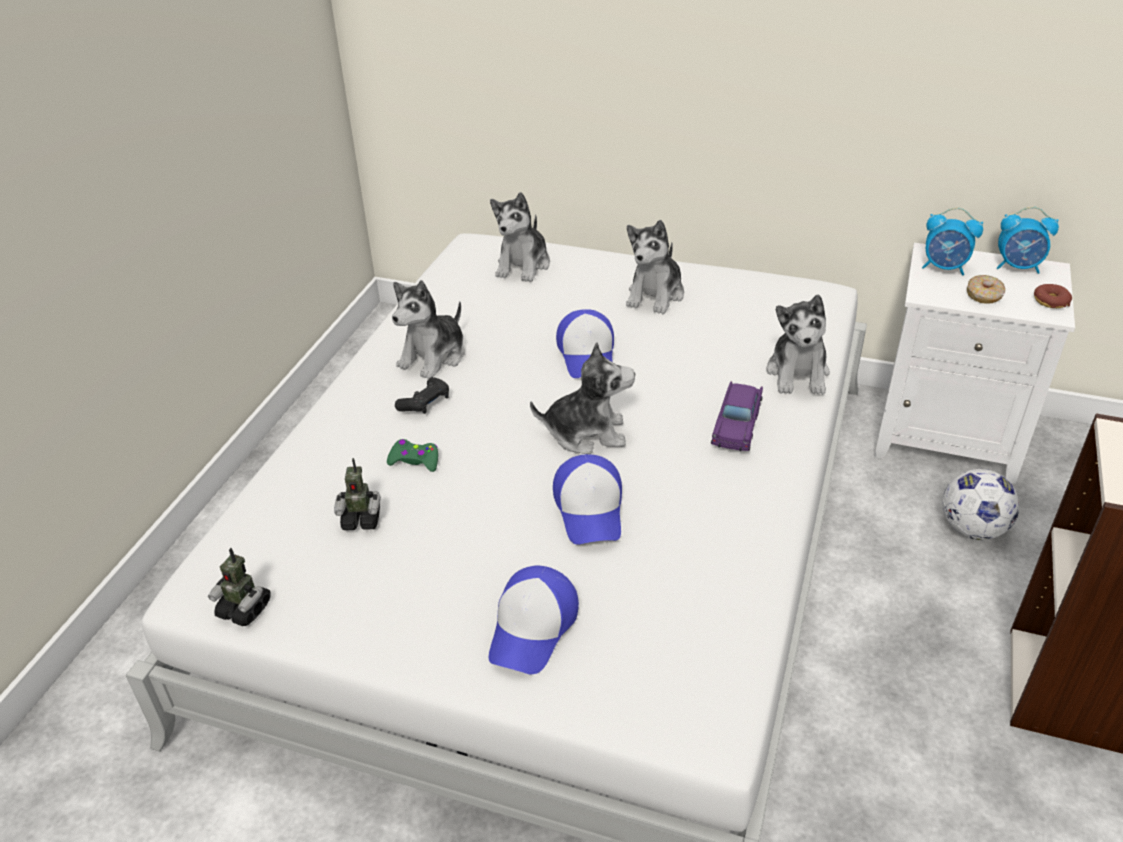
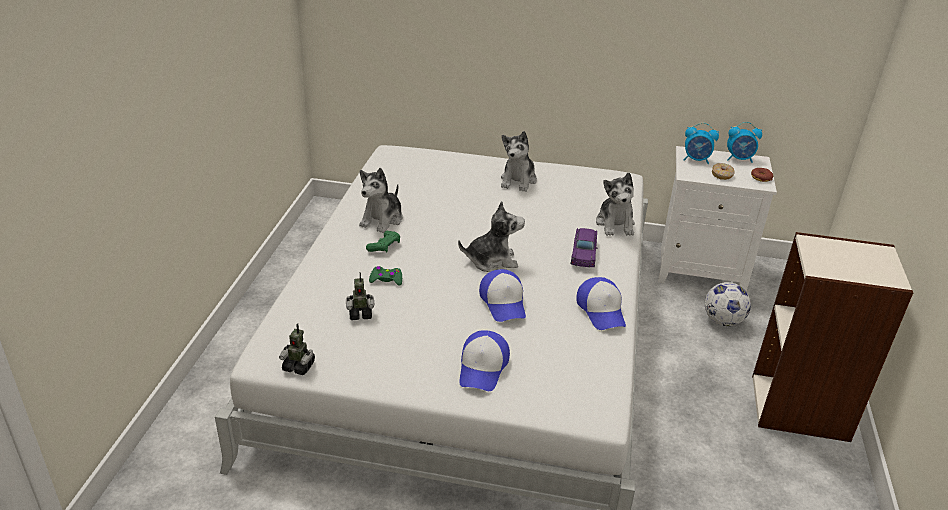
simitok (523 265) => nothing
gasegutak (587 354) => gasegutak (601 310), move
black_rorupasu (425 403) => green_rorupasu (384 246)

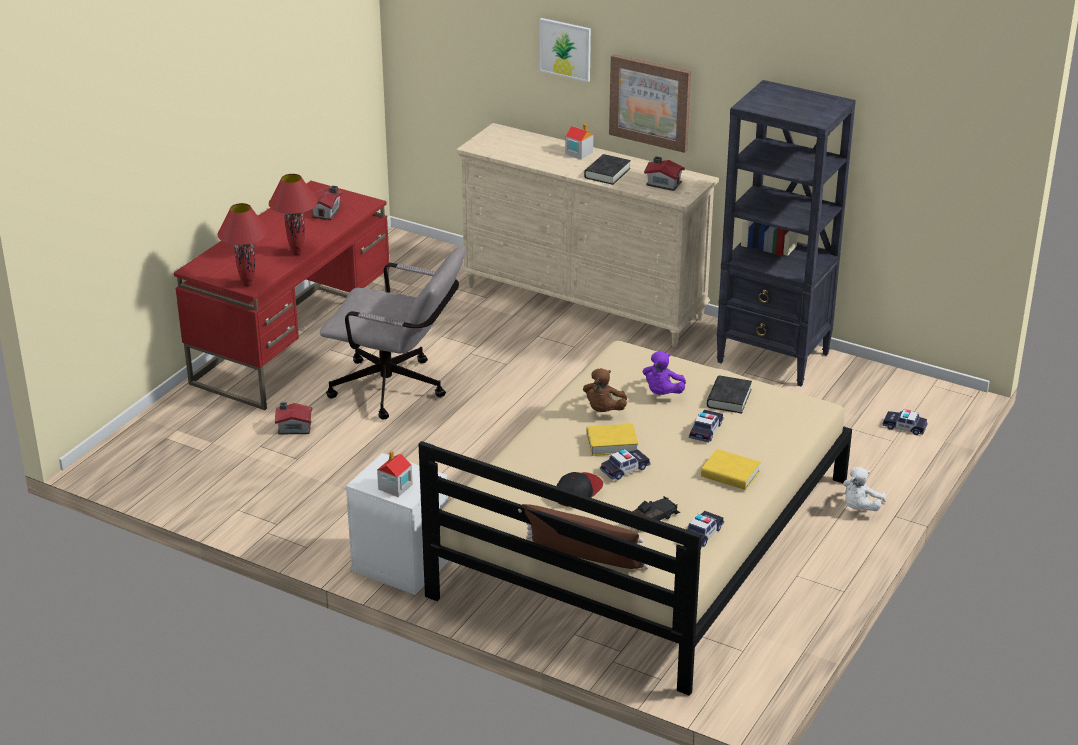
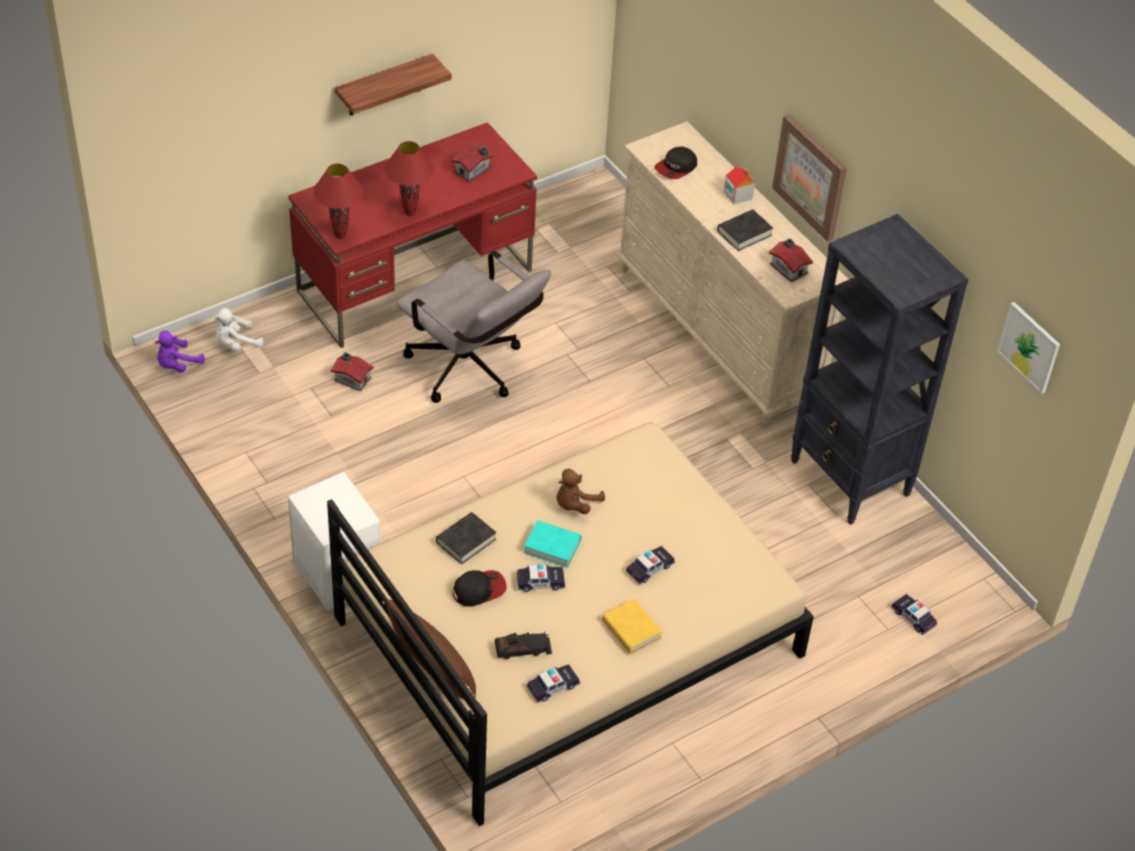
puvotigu (565 49) => puvotigu (1029 347), move
purple_simitok (662 393) => purple_simitok (177 365), move
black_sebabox (729 398) => black_sebabox (466 541), move
yellow_sebabox (612 443) => turquoise_sebabox (552 546)
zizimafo (395 487) => nothing
white_simitok (860 508) => white_simitok (236 344), move
nothing => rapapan (384 86)
nothing => gasegutak (676 168)

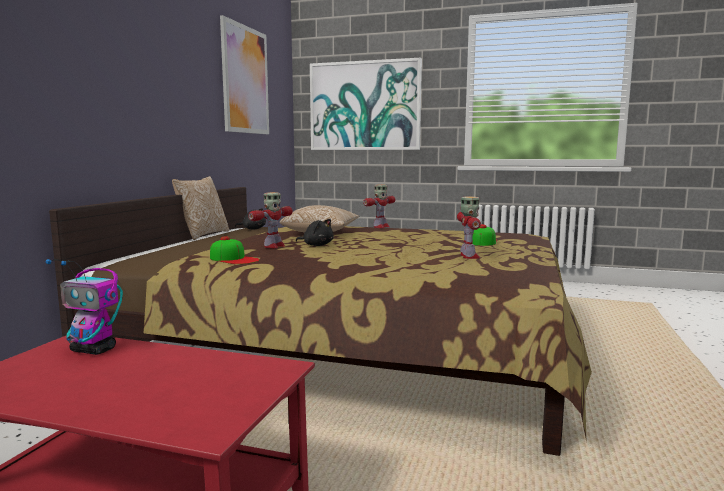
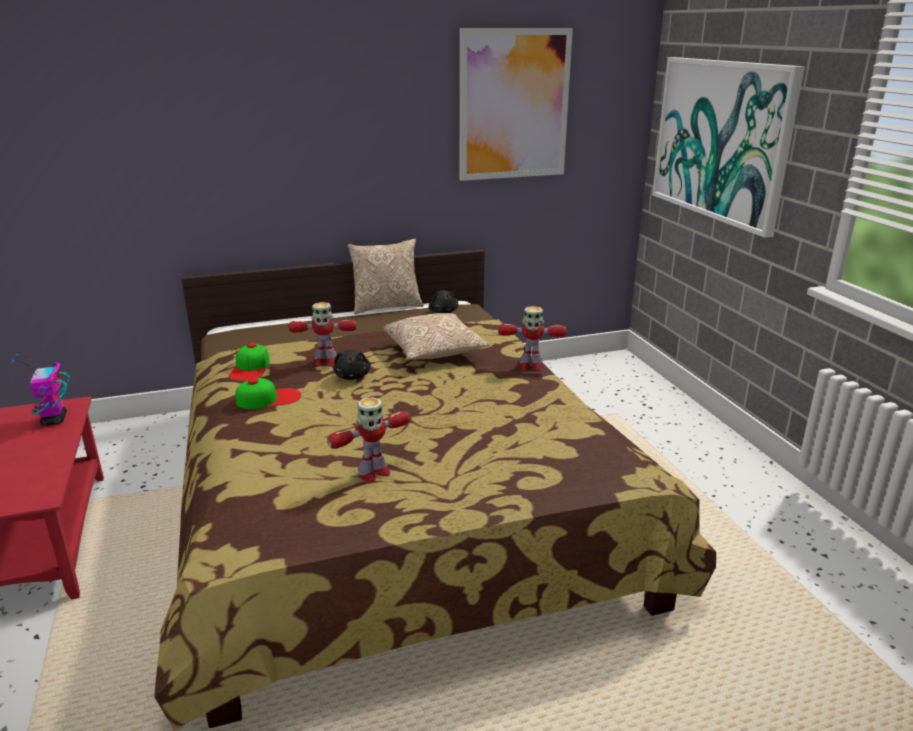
gasegutak (482 241) => gasegutak (269 398), move

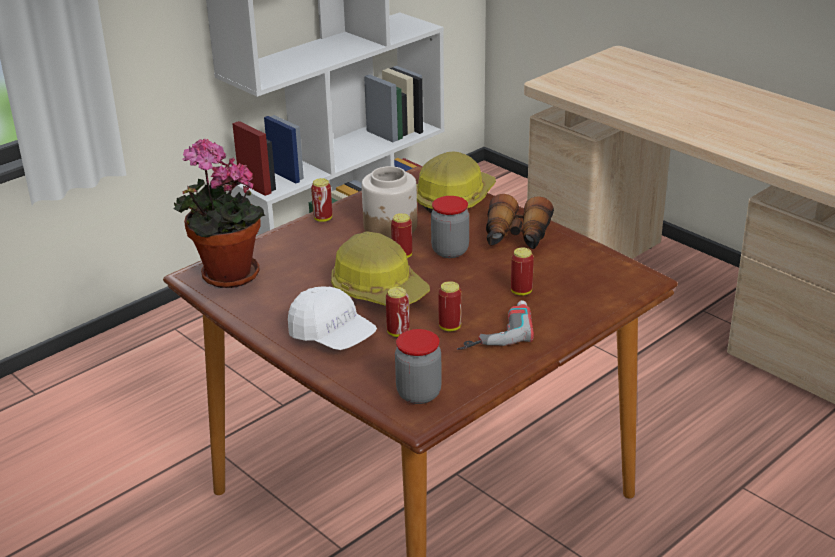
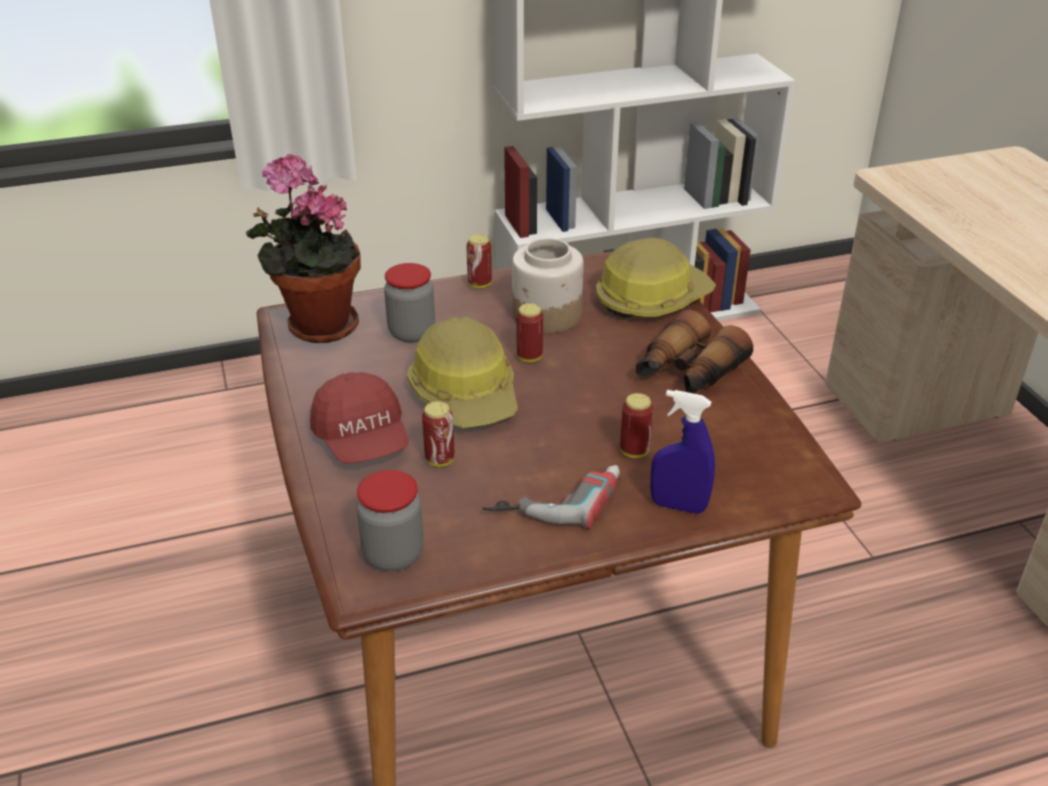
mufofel (450 251) => mufofel (412 333), move
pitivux (450 327) => nothing
white_gasegutak (332 336) => red_gasegutak (362 440)
nothing => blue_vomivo (678 506)

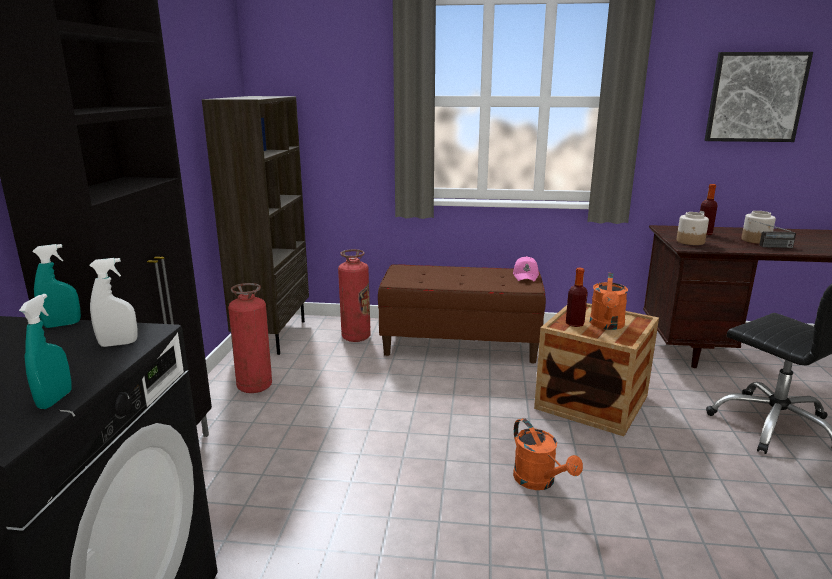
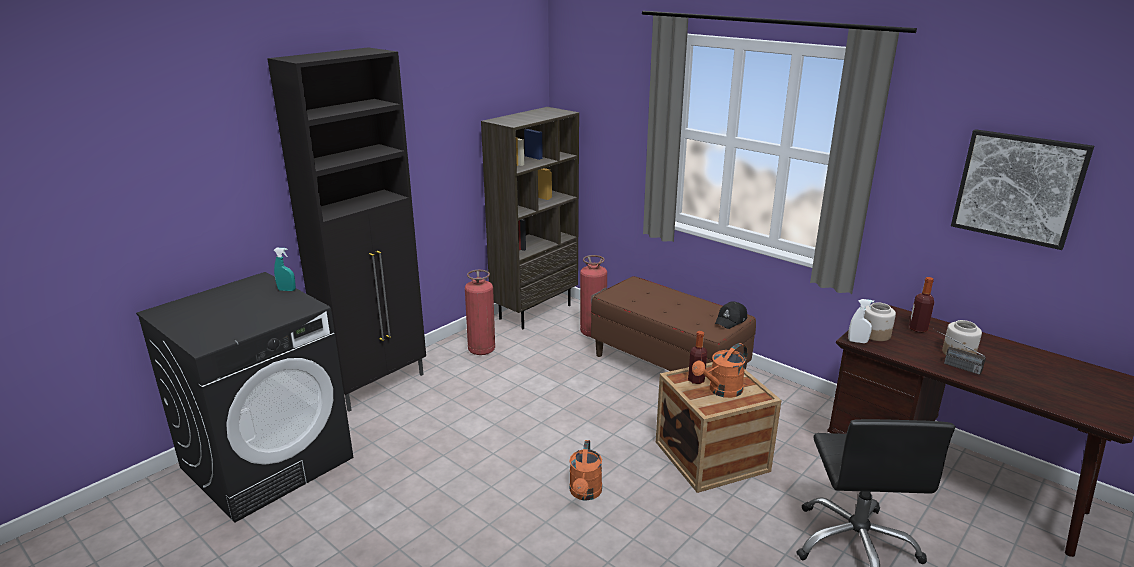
pink_gasegutak (526 275) => black_gasegutak (731 320)
white_vomivo (118 344) => white_vomivo (857 341), move
turquoise_vomivo (55 400) => nothing

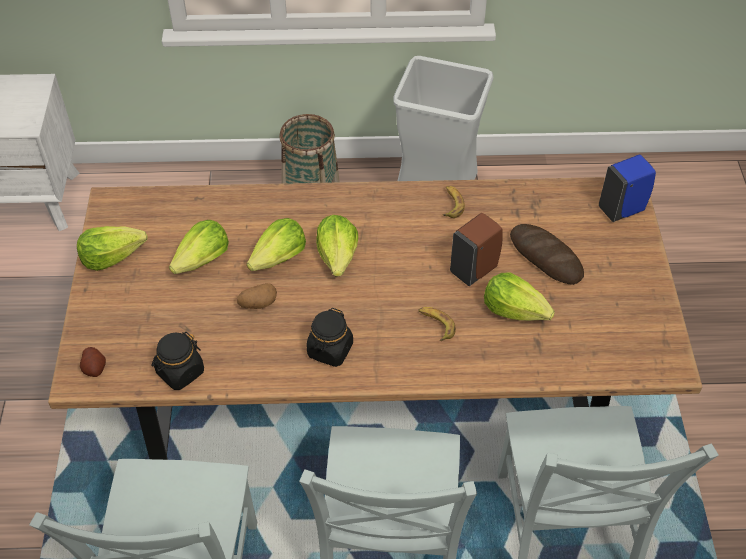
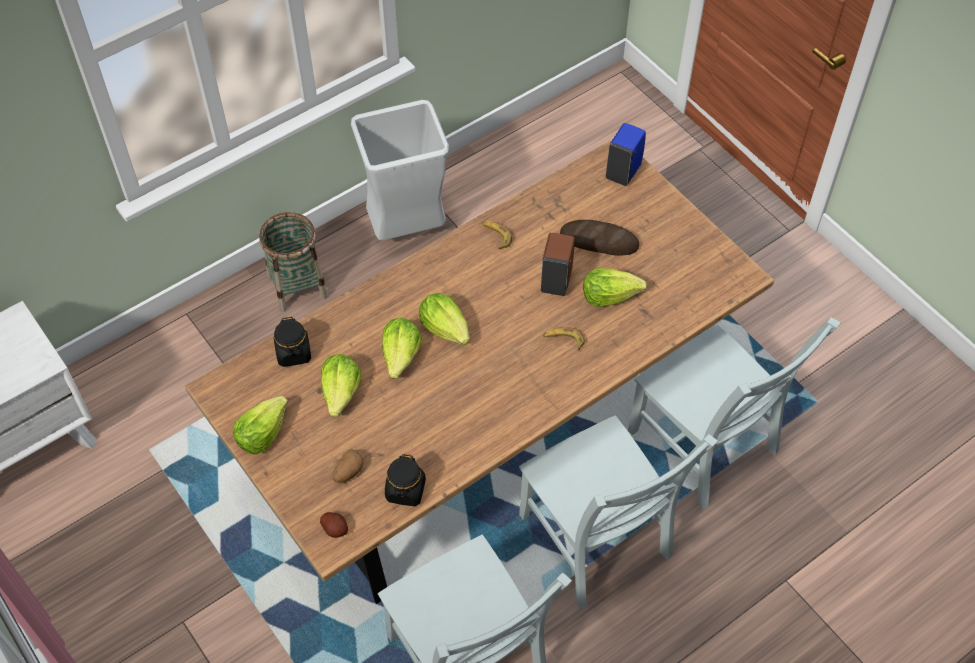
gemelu (258 304) => gemelu (348 472), move
black_mufofel (330 350) => black_mufofel (294 353), move

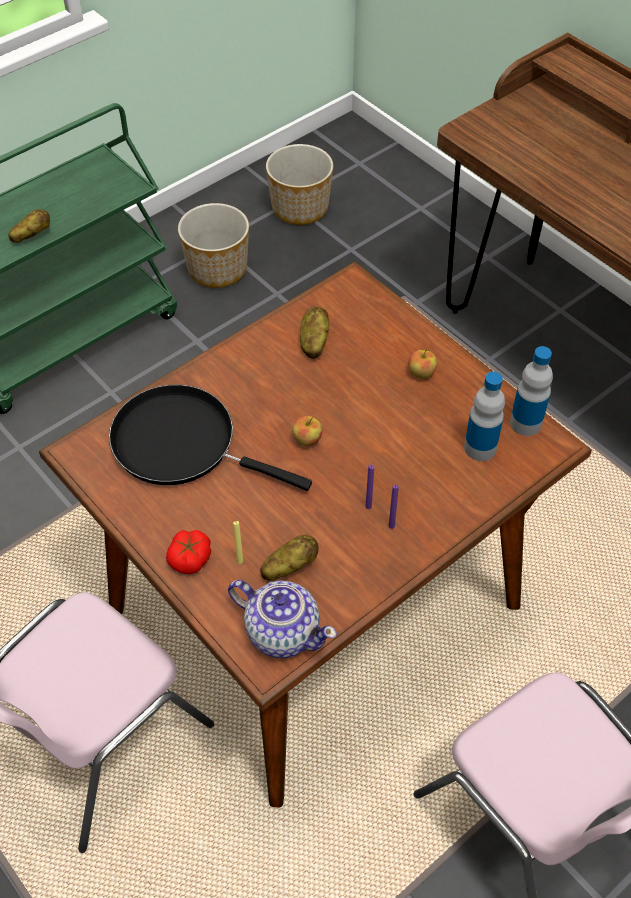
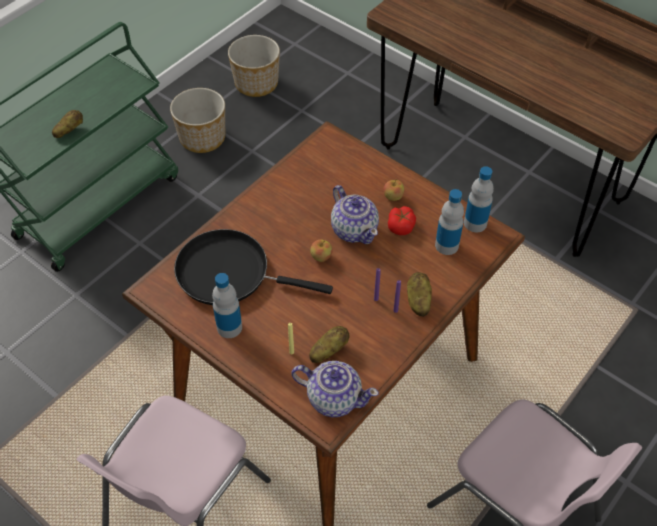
gemelu (313 342) => gemelu (418 301), move
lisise (190 558) => lisise (401 226), move
nothing => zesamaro (354 229)
nothing => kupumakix (229 327)

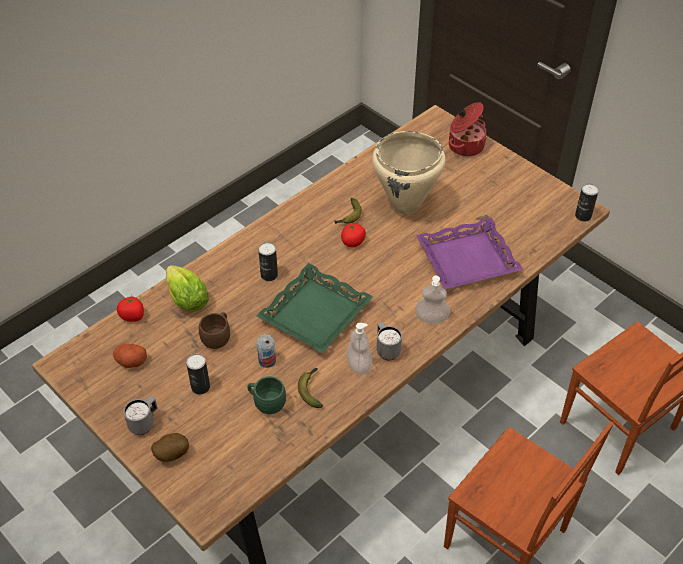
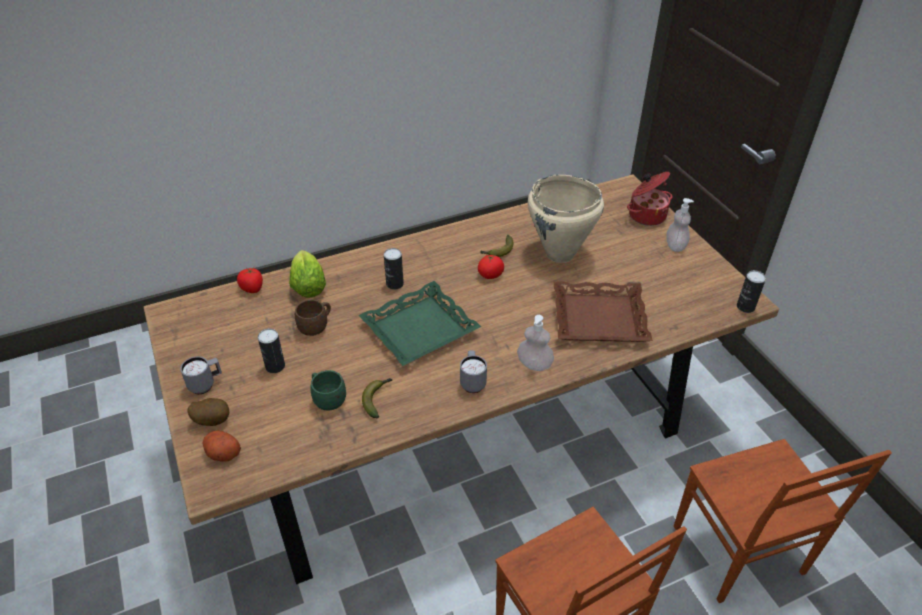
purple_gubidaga (467 259) => brown_gubidaga (599 318)
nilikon (359 365) => nilikon (675 245), move
pitivux (267 361) => nothing
gemelu (130 361) => gemelu (222 453), move

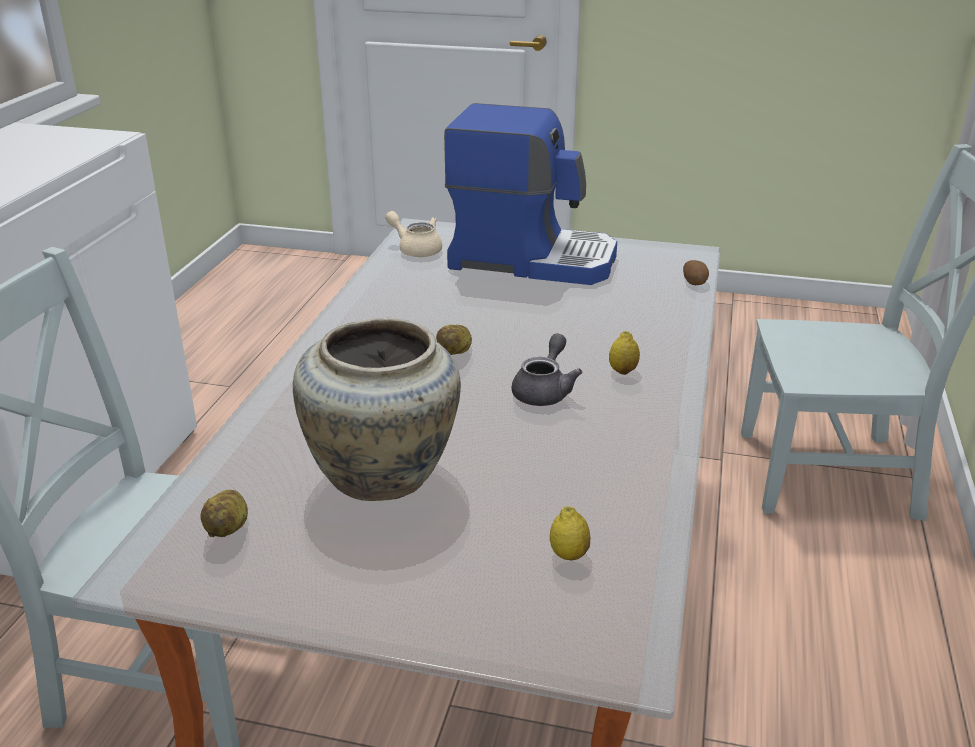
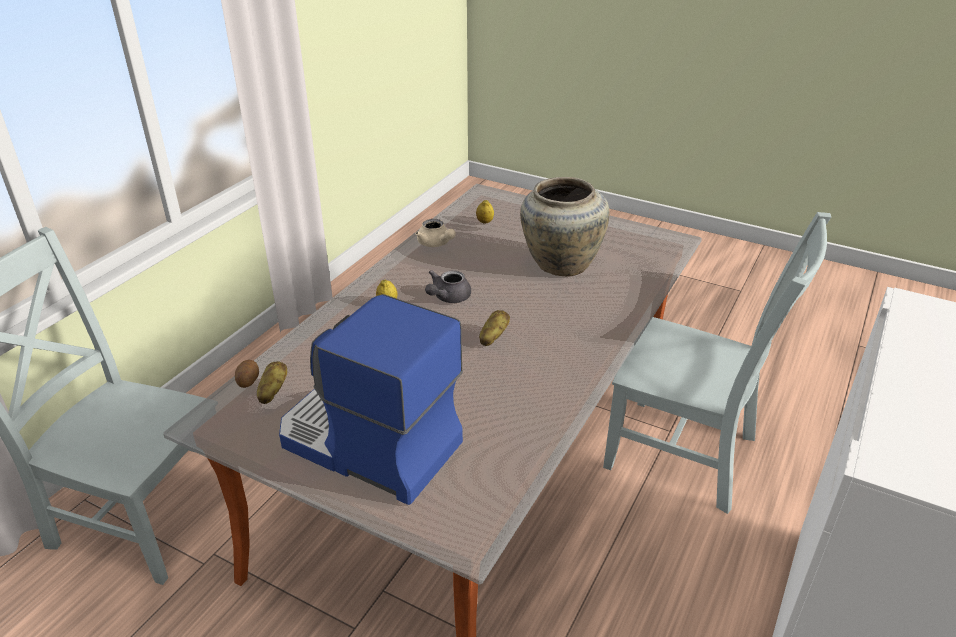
beige_zesamaro (416 249) => beige_zesamaro (436 244), move
gemelu (229 528) => gemelu (272 392), move

